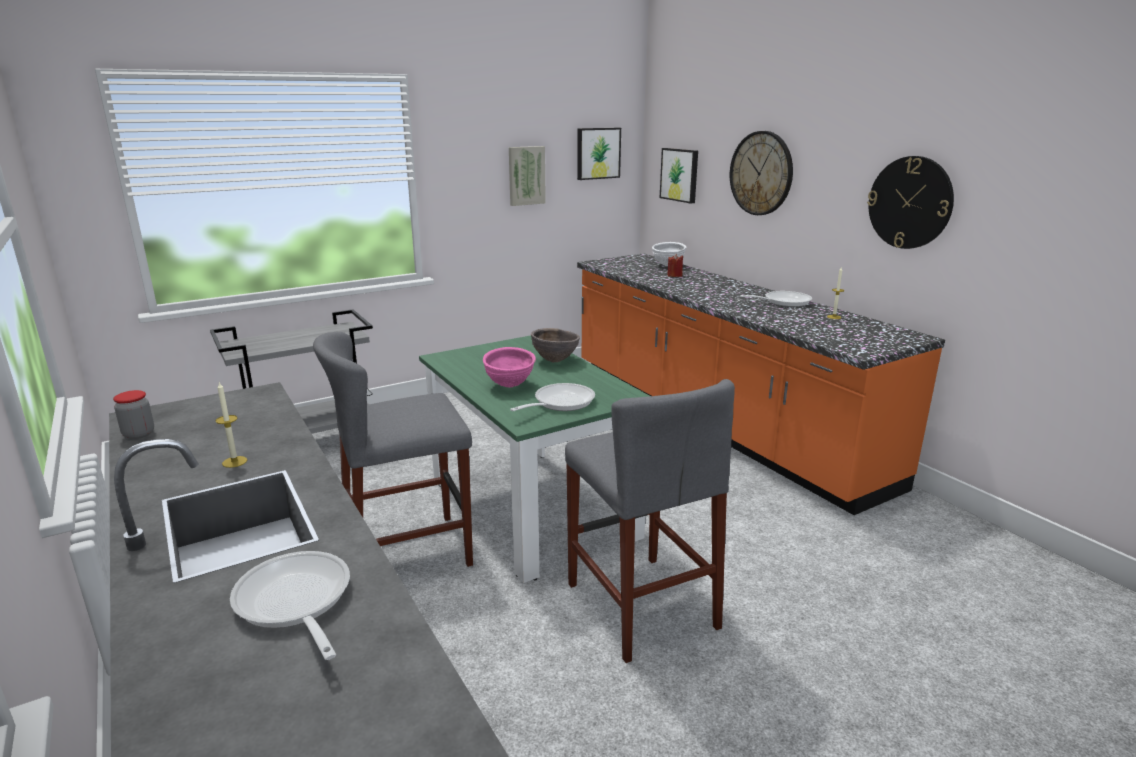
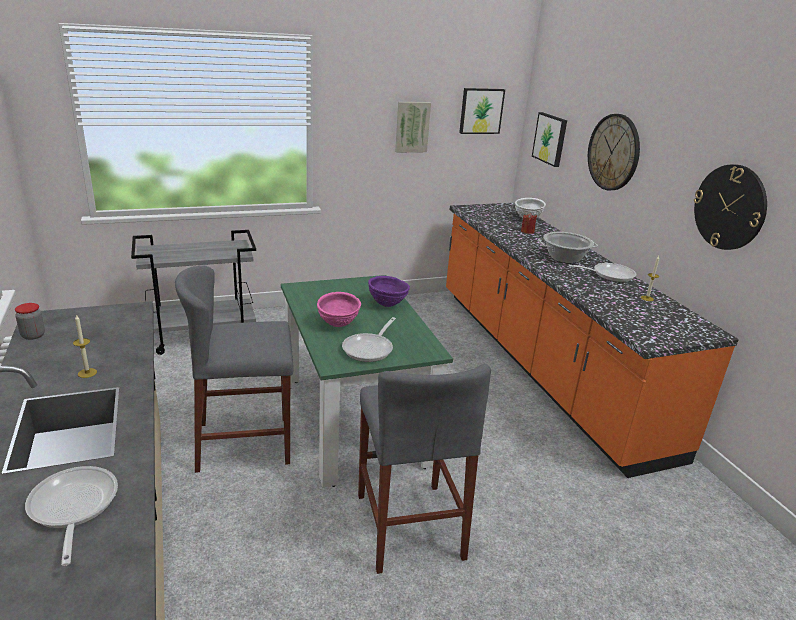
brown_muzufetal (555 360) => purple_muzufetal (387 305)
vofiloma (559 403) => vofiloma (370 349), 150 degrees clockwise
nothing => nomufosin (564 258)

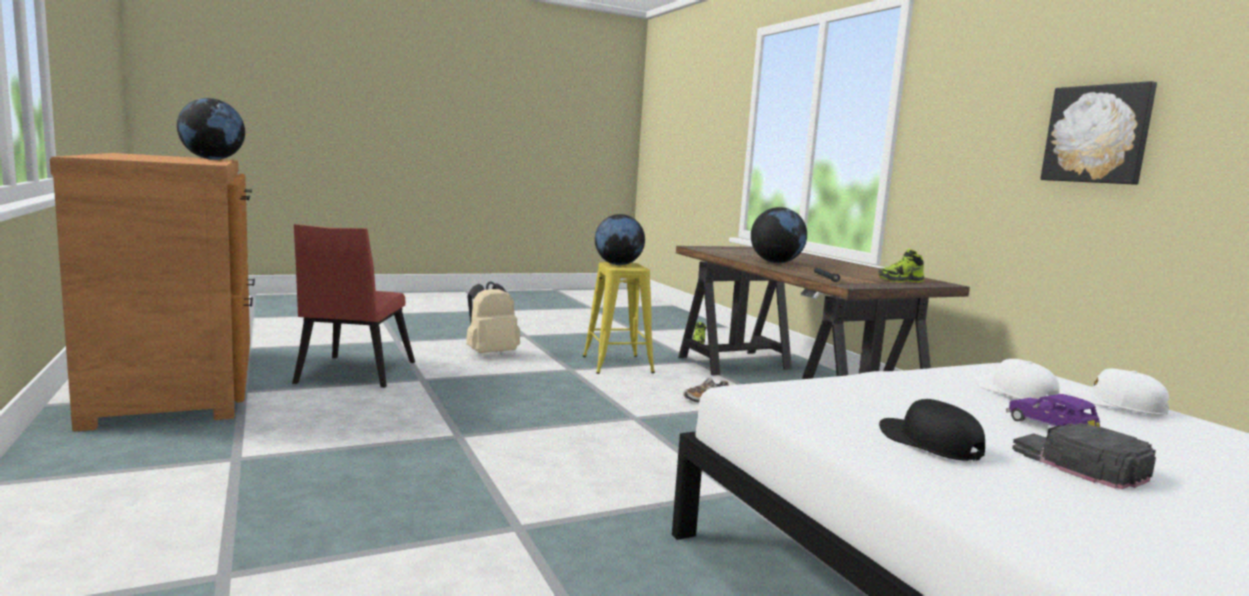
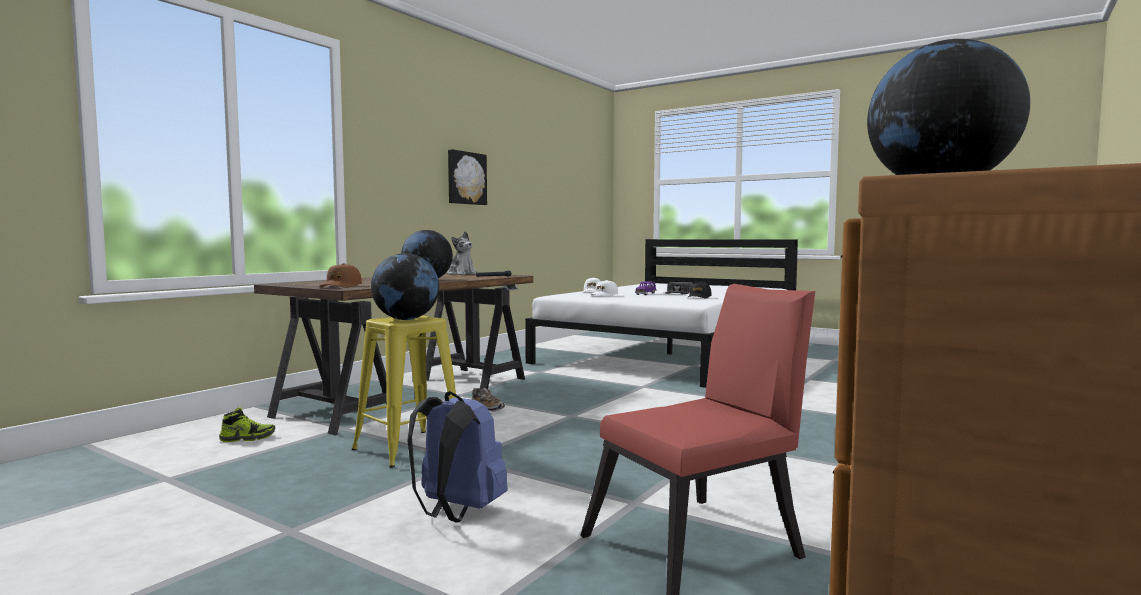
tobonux (900 280) => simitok (461 274)
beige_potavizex (490 354) => blue_potavizex (456 512)
nothing => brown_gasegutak (341 286)

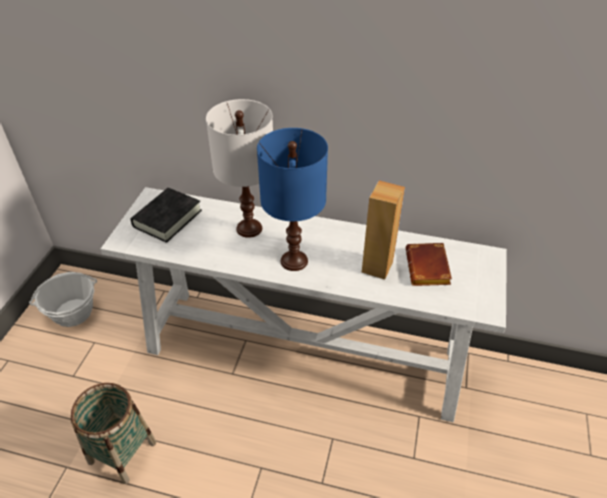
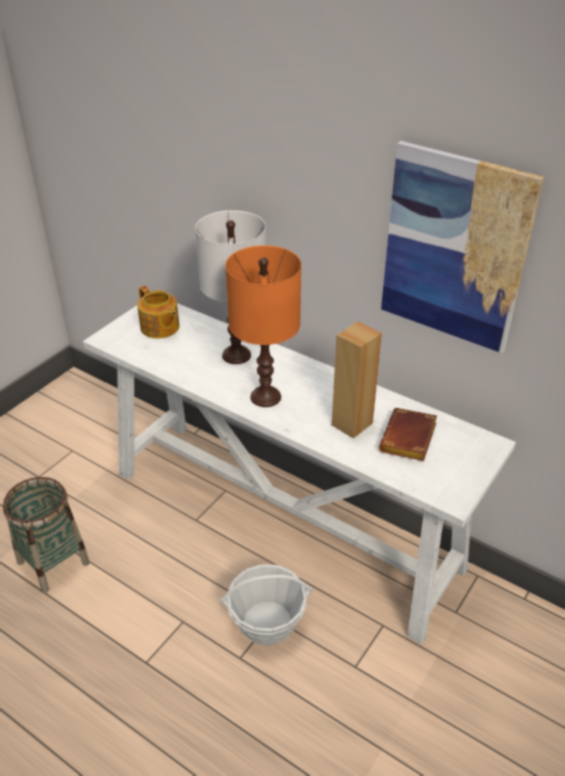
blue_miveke (294 260) => orange_miveke (265 396)
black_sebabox (167 218) => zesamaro (160 328)
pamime (73 312) => pamime (267 623), move
nothing => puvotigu (454 249)

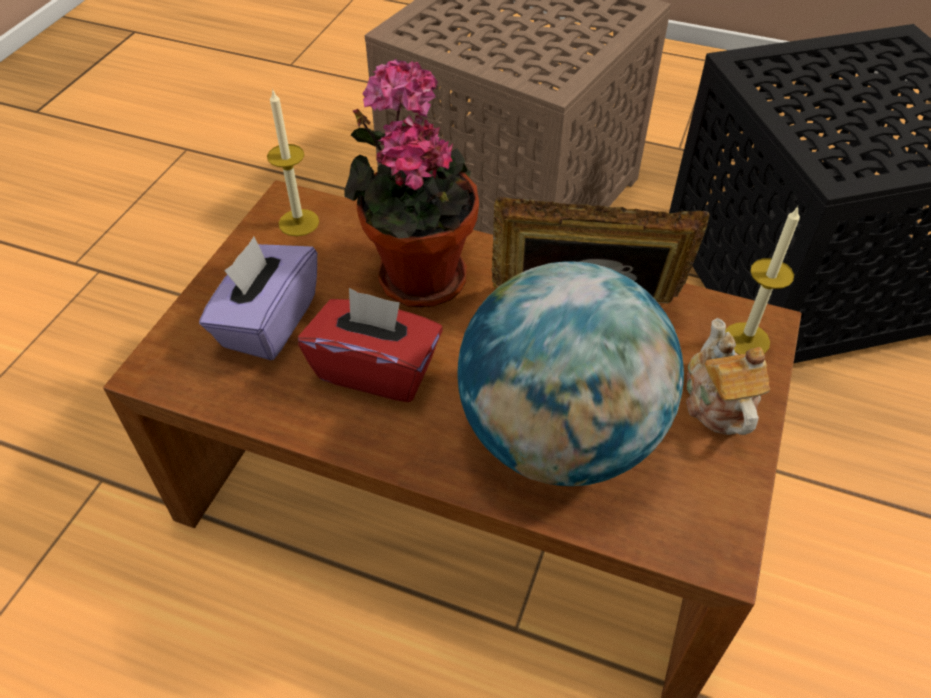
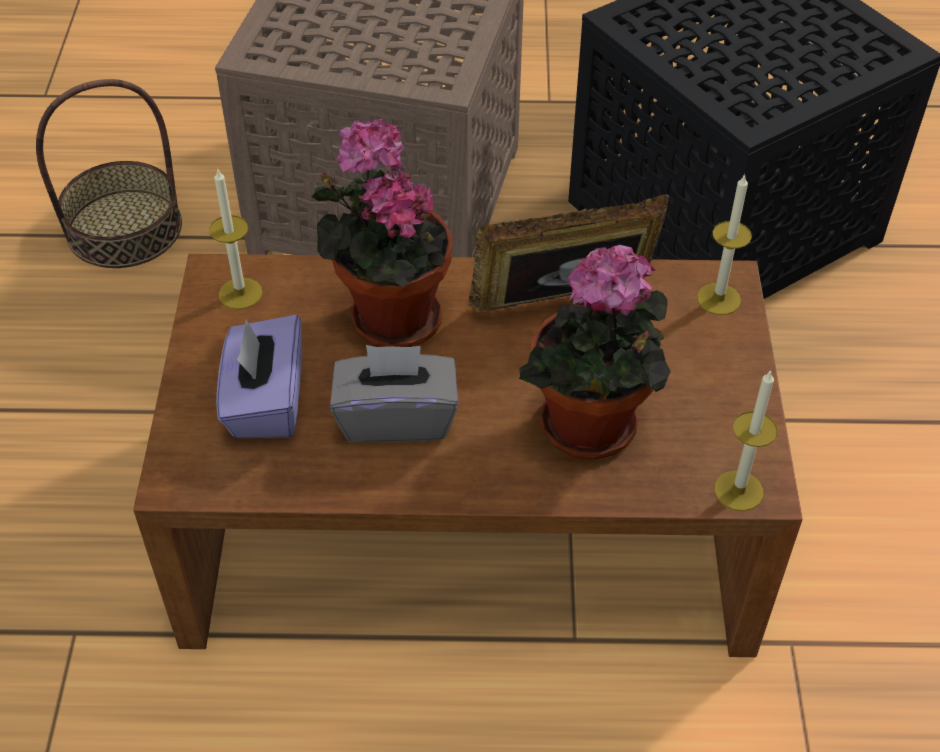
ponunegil (558 437) => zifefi (590 432)
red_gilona (376 369) => grey_gilona (396 418)
zesamaro (716 402) => nothing
nothing => pamime (124 229)
nothing => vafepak (738 490)

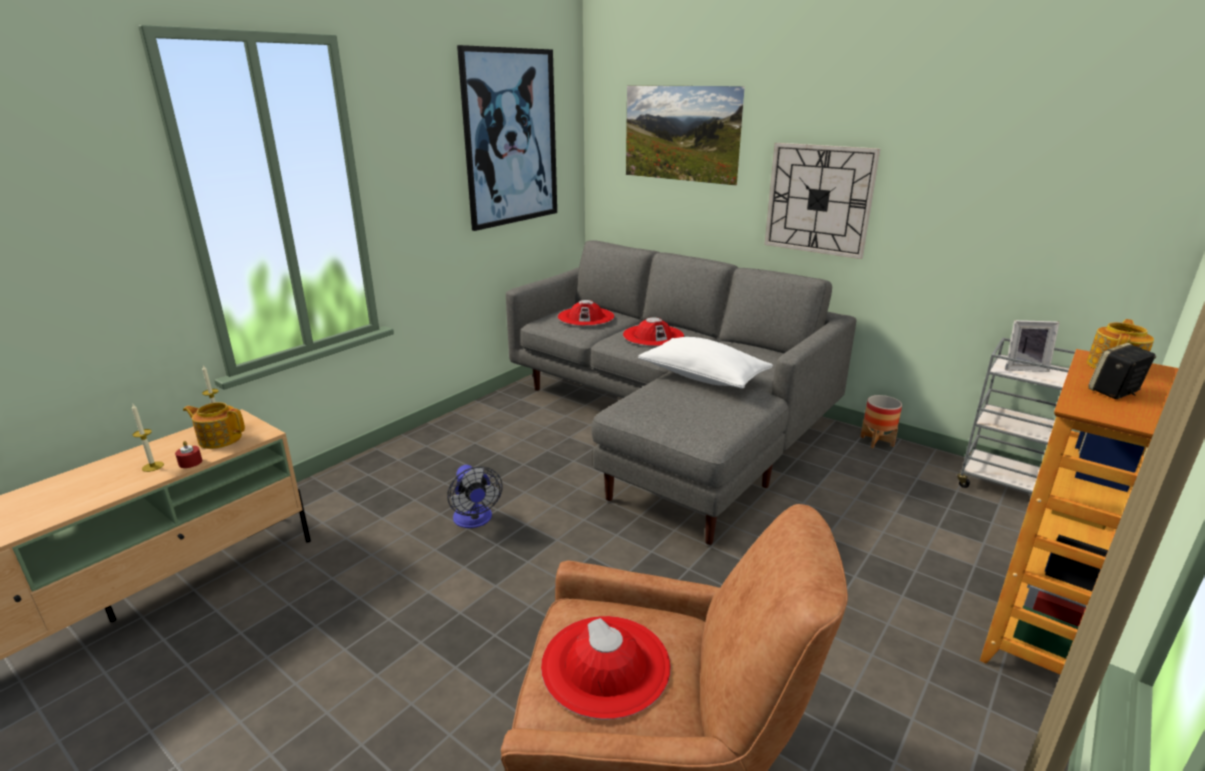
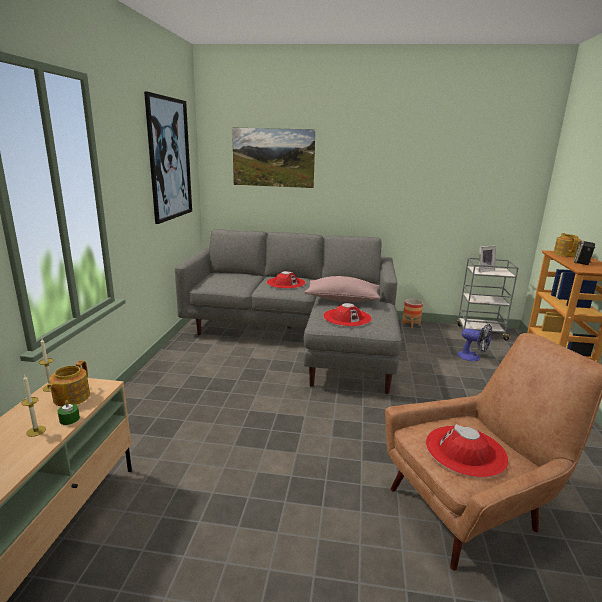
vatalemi (819 199) => nothing
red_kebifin (586 317) => red_kebifin (347 317), move
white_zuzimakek (703 377) => pink_zuzimakek (342 299)
zesamaro (219 439) => zesamaro (70 398), 60 degrees counterclockwise
red_vafepak (190 462) => green_vafepak (69 419)
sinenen (474 520) => sinenen (473 357), move

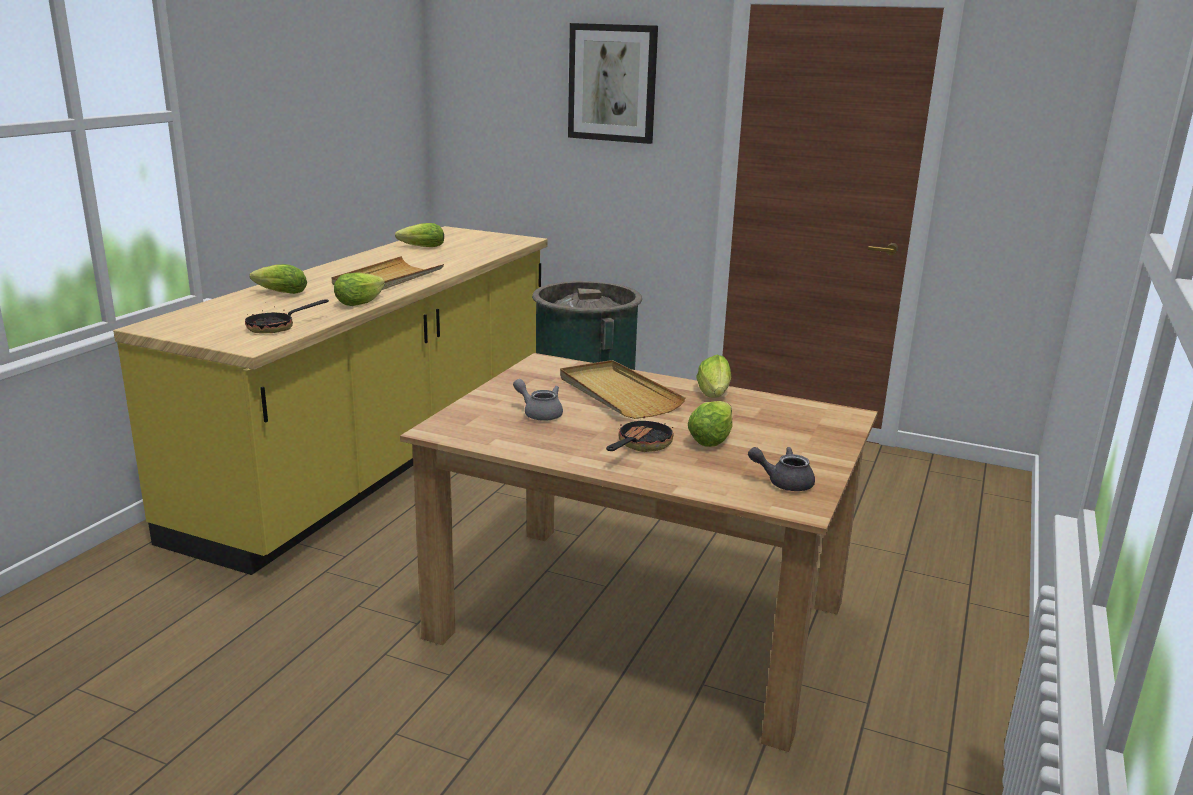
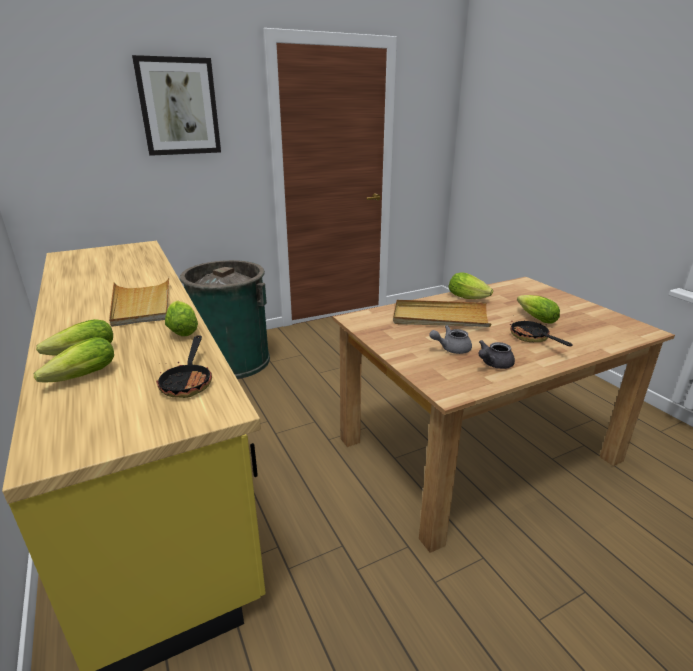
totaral (419 247) => totaral (79 378), move
grey_zesamaro (783 482) => grey_zesamaro (493 364), move

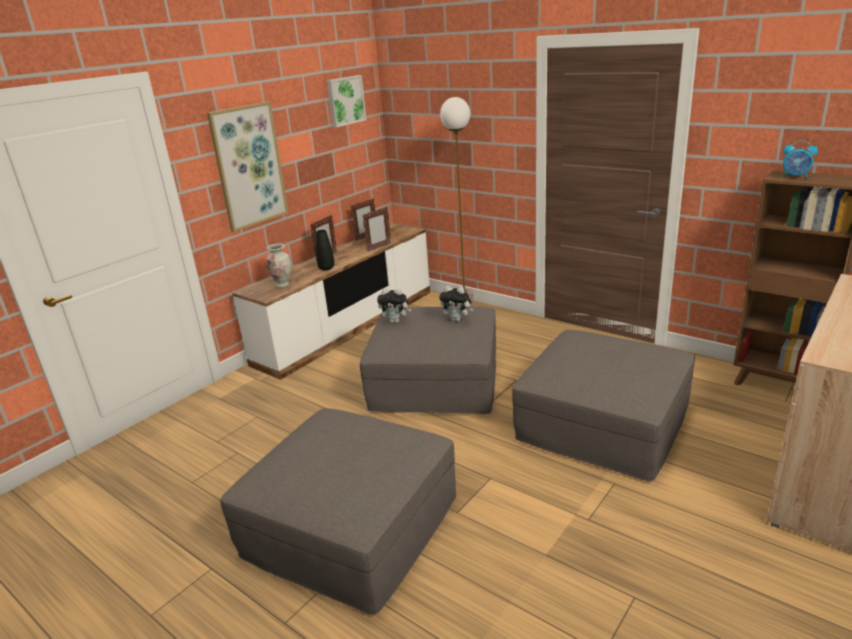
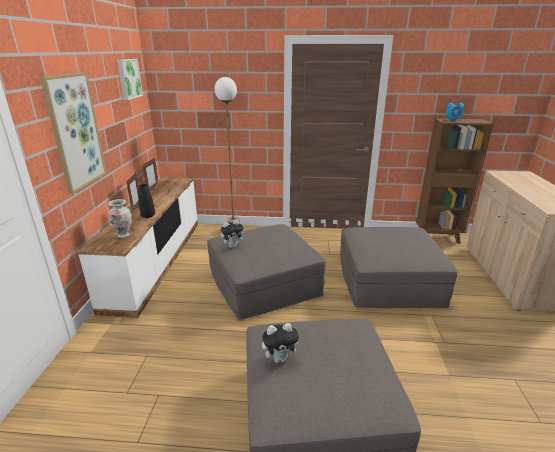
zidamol (379 247) => nothing
simitok (457 320) => simitok (280 358), move

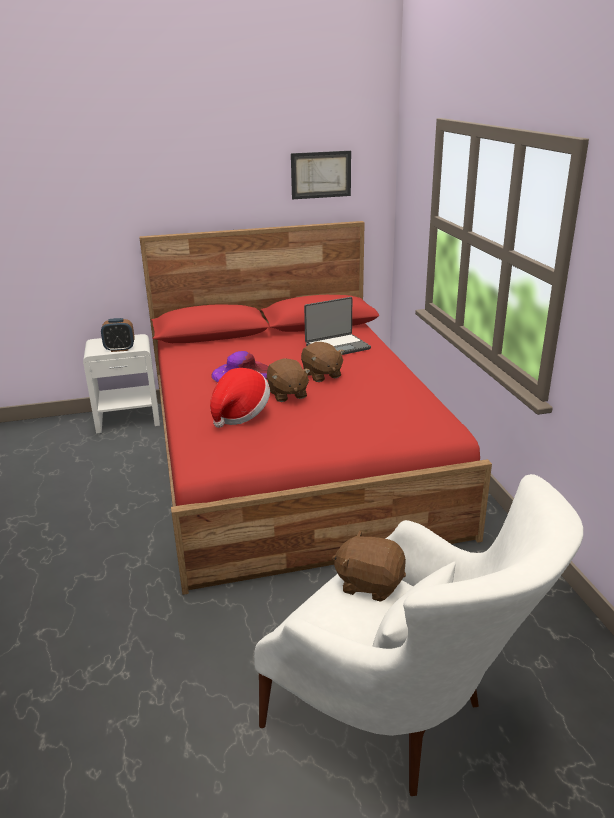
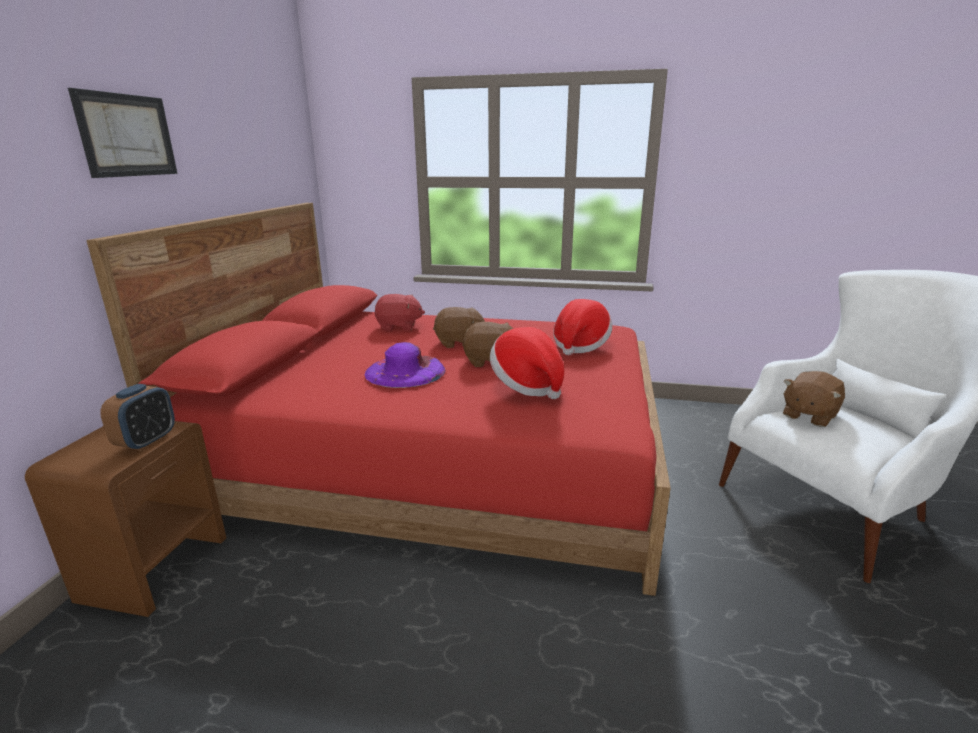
puvotigu (321 174) => puvotigu (127 135), move
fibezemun (337 347) => red_simitok (399 327)
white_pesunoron (128 418) => brown_pesunoron (156 567)
nothing => kebifin (580 345)

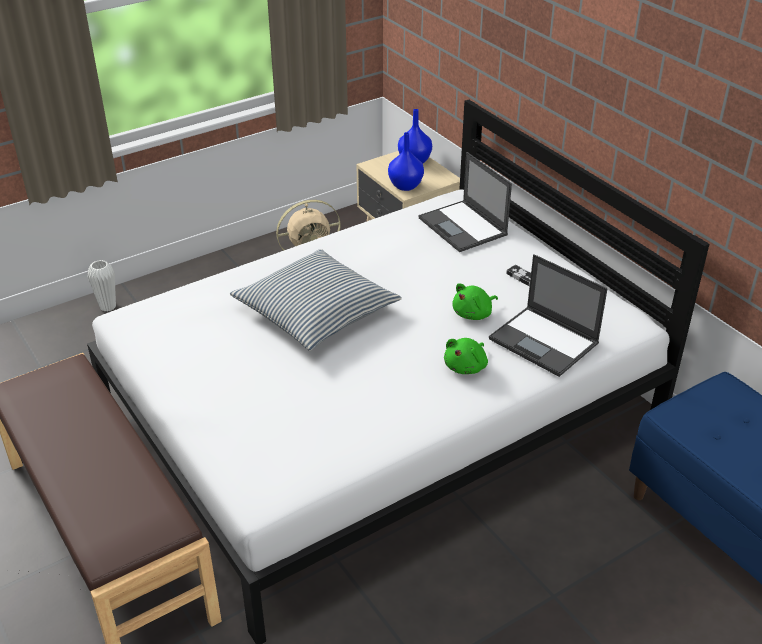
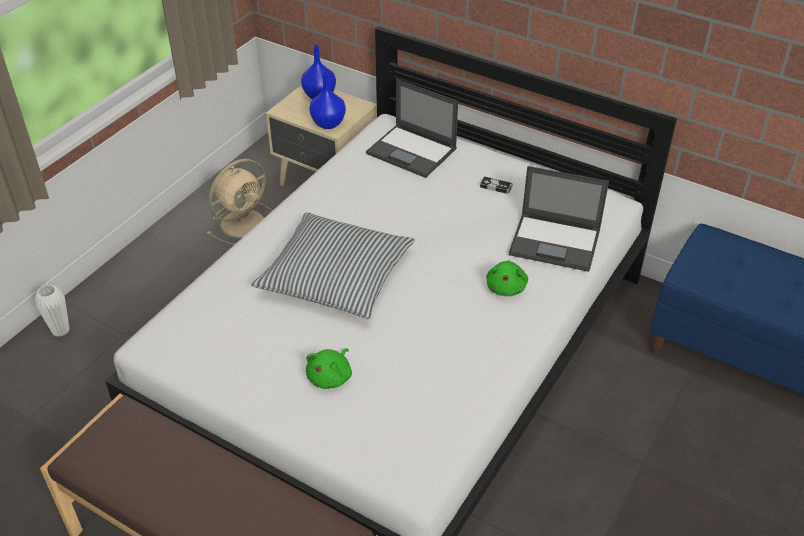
green_simitok (474 314) => green_simitok (331 377), move

